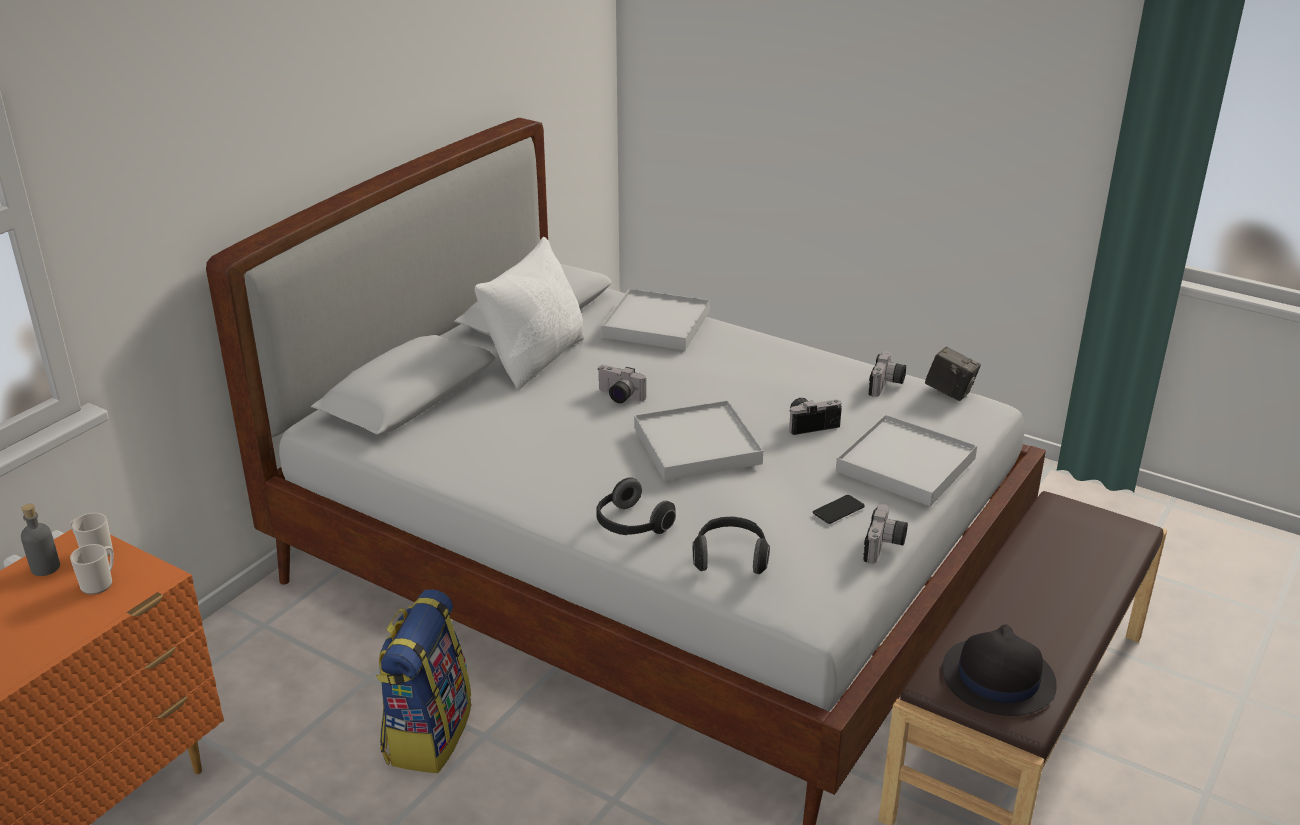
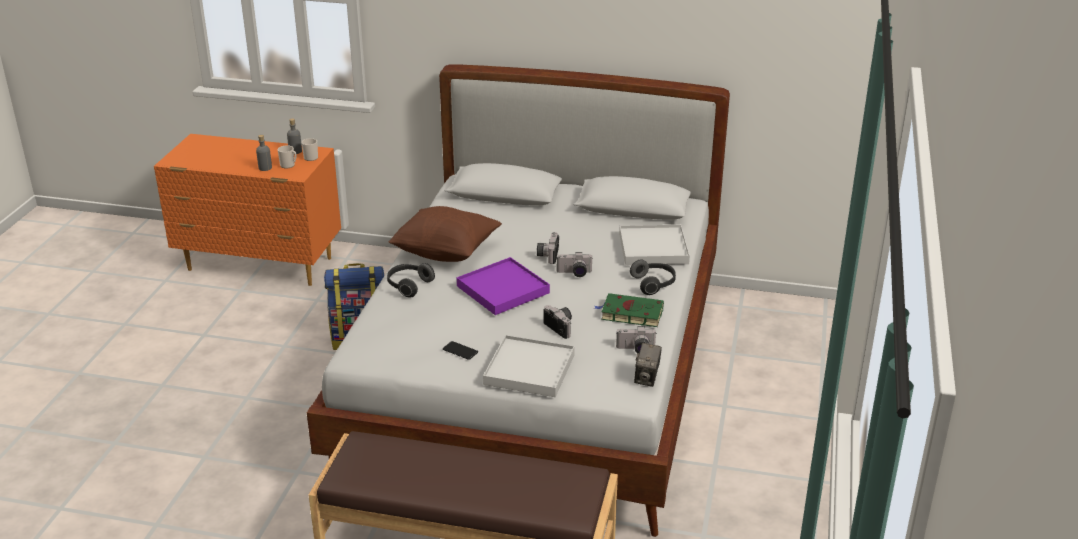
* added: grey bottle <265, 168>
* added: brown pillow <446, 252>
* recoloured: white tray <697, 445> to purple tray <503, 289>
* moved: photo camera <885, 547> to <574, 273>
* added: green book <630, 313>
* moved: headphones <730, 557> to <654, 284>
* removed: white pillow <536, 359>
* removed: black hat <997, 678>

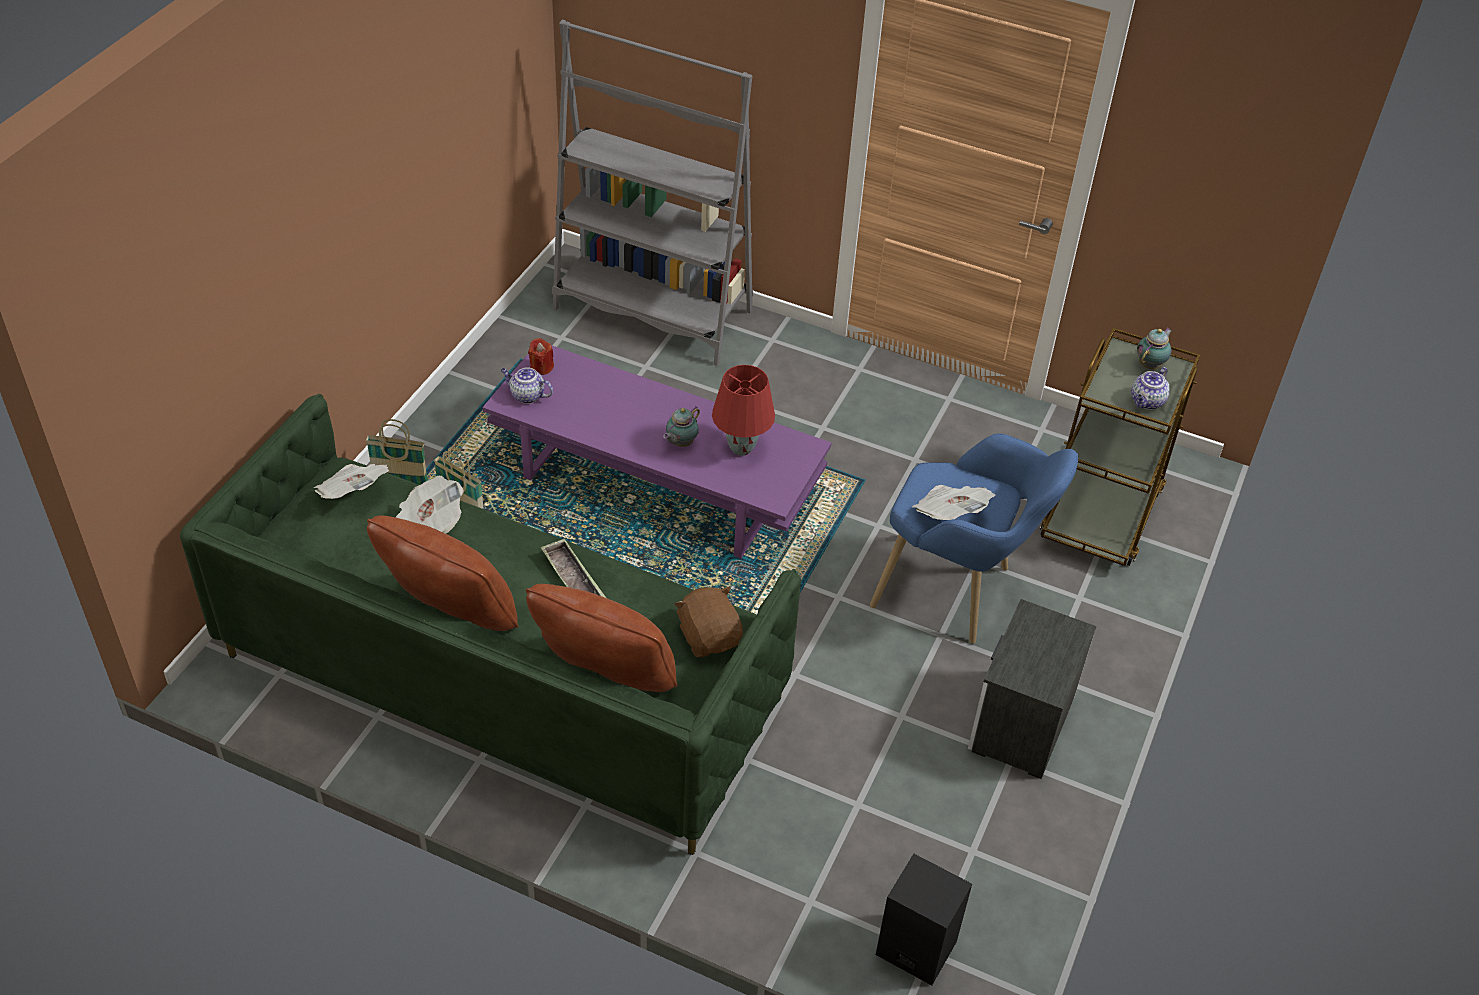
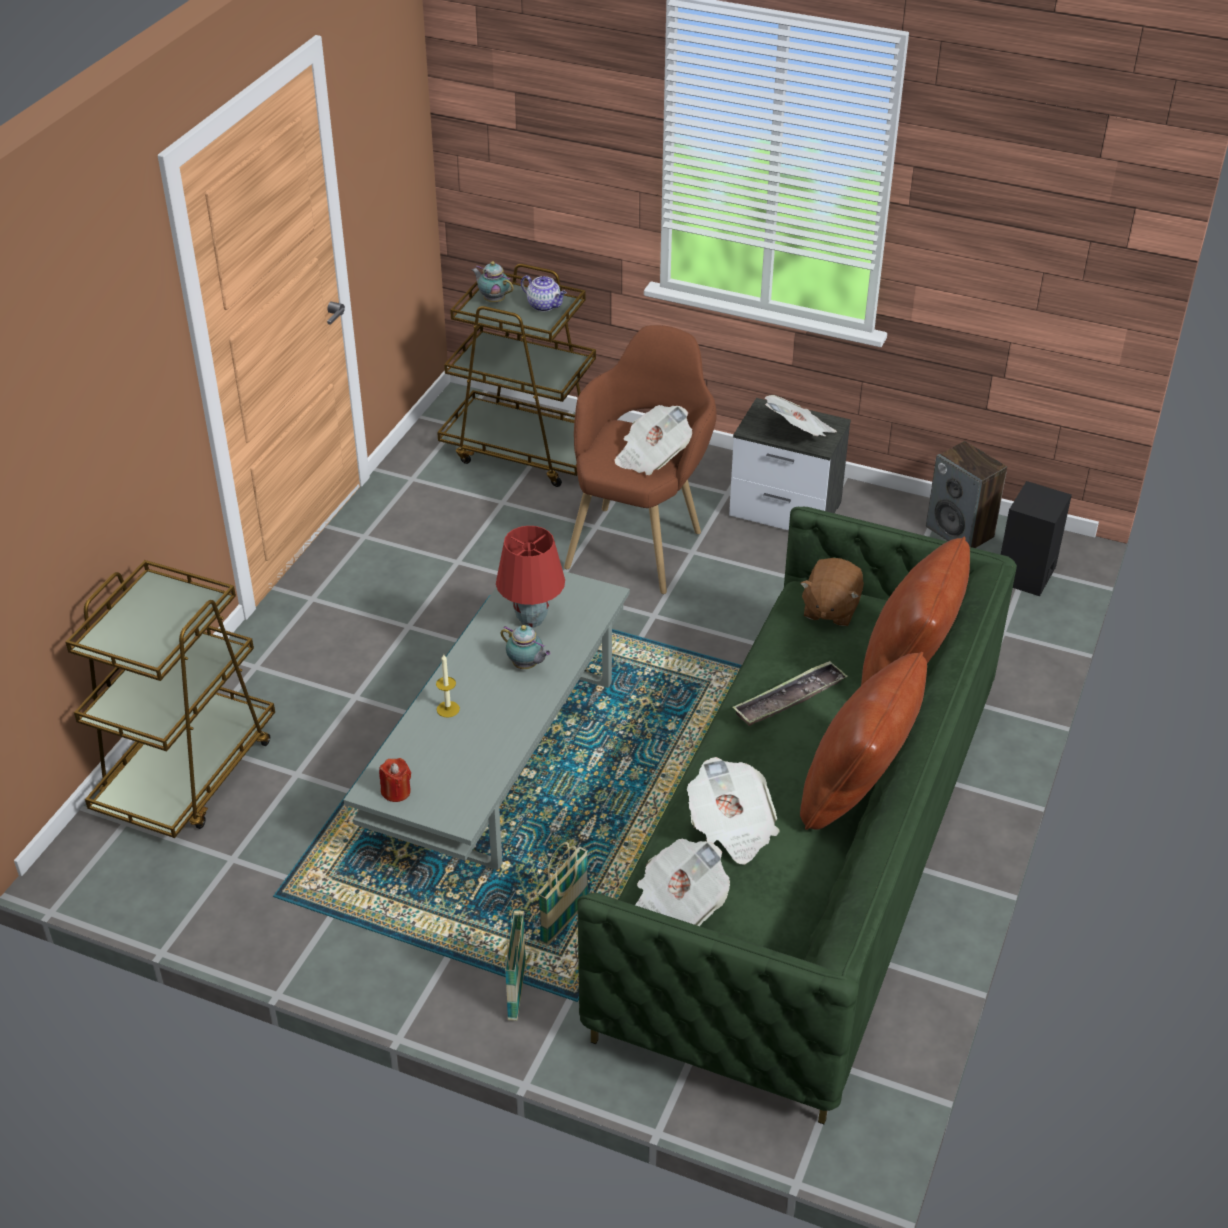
* replaced: grey bookcase <653, 310> to brown cart <188, 773>
* recoloured: purple coffee table <654, 482> to grey coffee table <499, 755>
* added: candle <448, 709>
* recoloured: blue armchair <958, 594> to brown armchair <640, 539>
* added: newspaper <799, 433>
* turned: brown plush toy <709, 637> = <830, 609> 45 degrees counterclockwise
* added: speaker <960, 532>
* removed: teapot <526, 395>

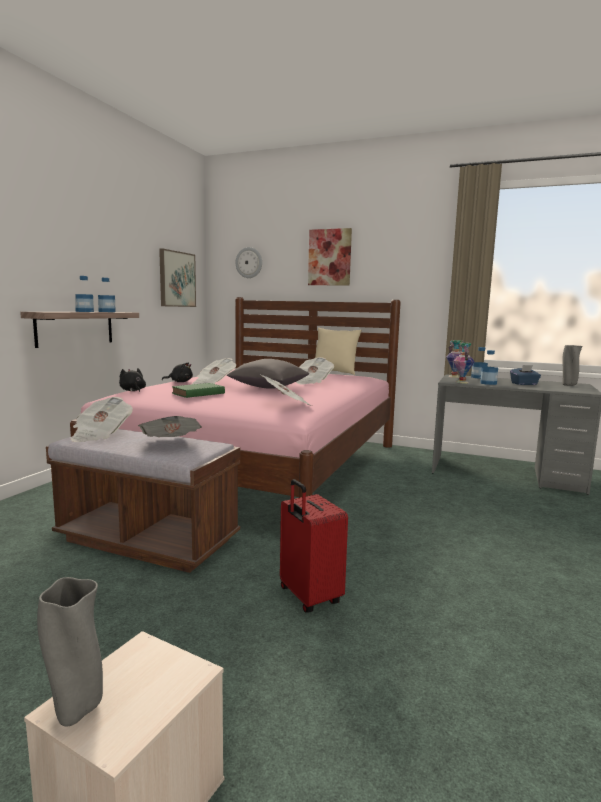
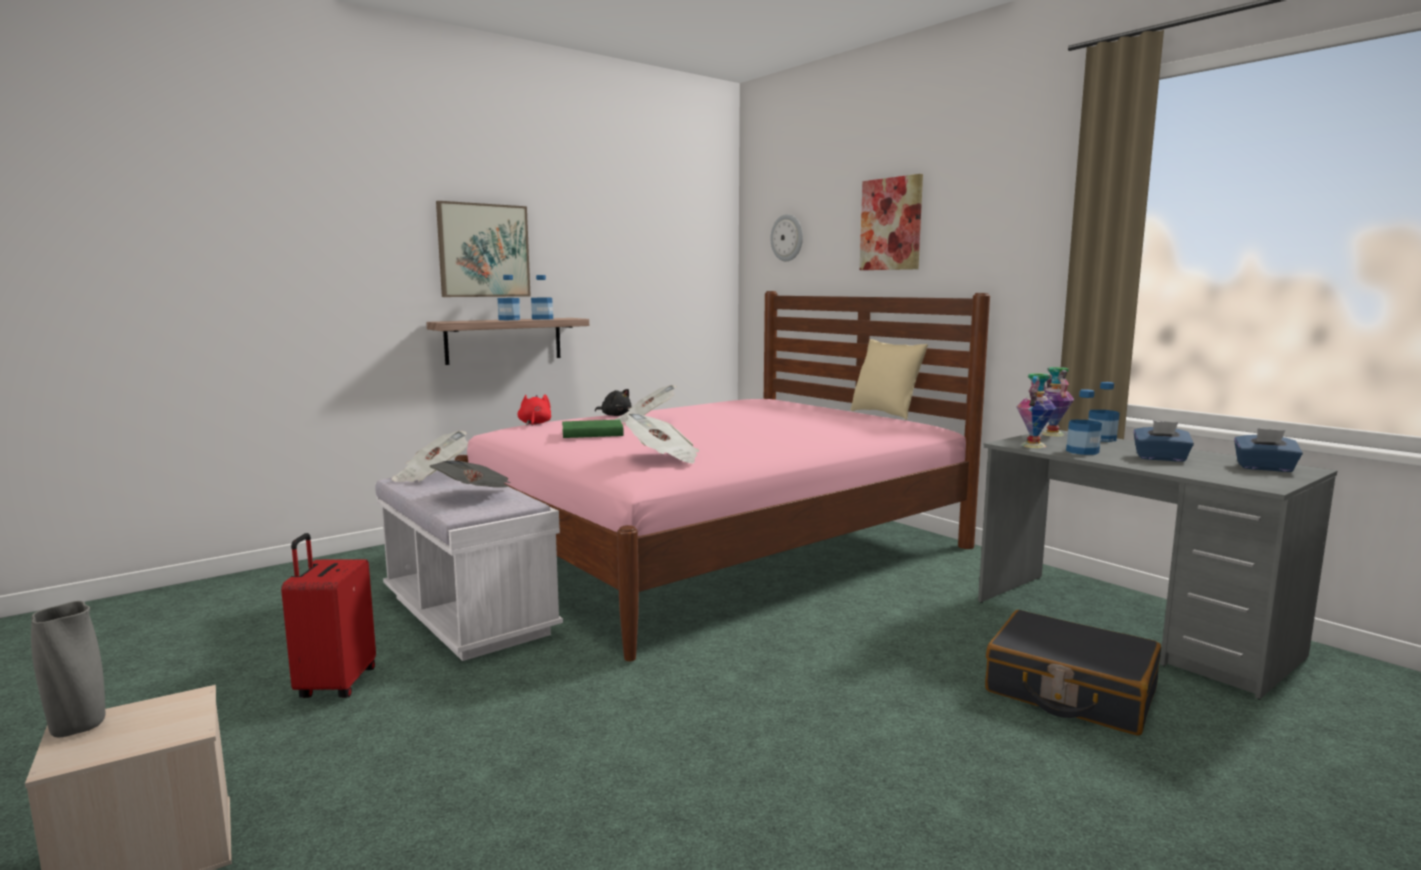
* moved: red suitcase <308, 597> to <335, 684>
* recoloured: brown bench <147, 541> to white bench <468, 615>
* moved: picture <177, 279> to <483, 250>
* recoloured: black plush toy <132, 390> to red plush toy <534, 424>
* added: black suitcase <1069, 691>
* replaced: grey vase <568, 385> to blue tissue box <1265, 468>
* removed: grey pillow <268, 387>
* removed: newspaper <312, 382>

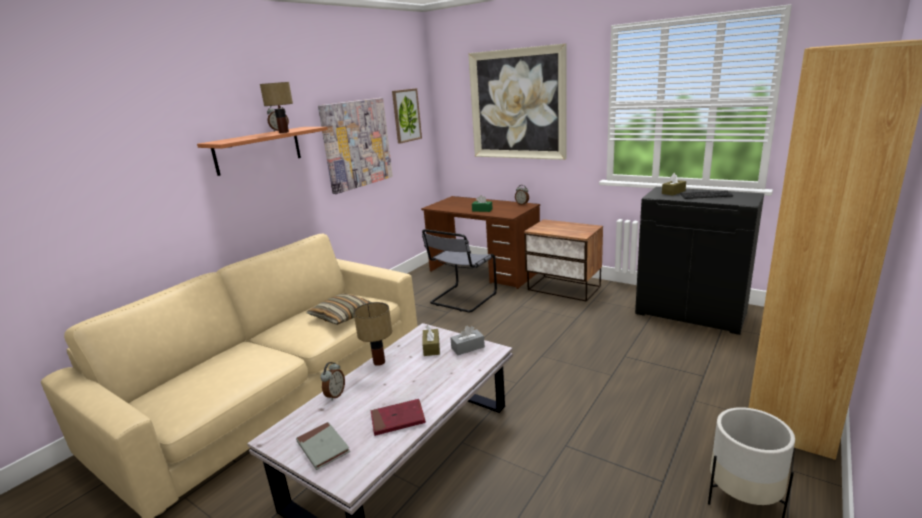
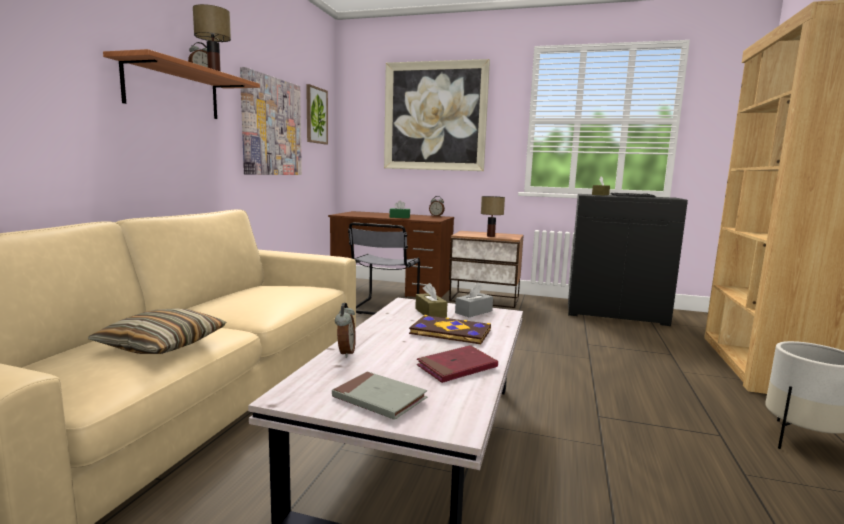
* moved: pillow <342, 315> to <162, 345>
* added: book <450, 332>
* moved: table lamp <380, 362> to <491, 236>

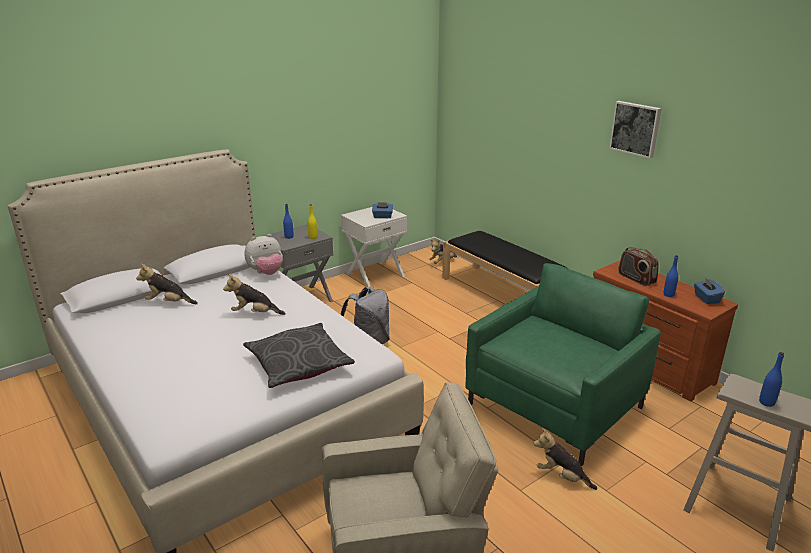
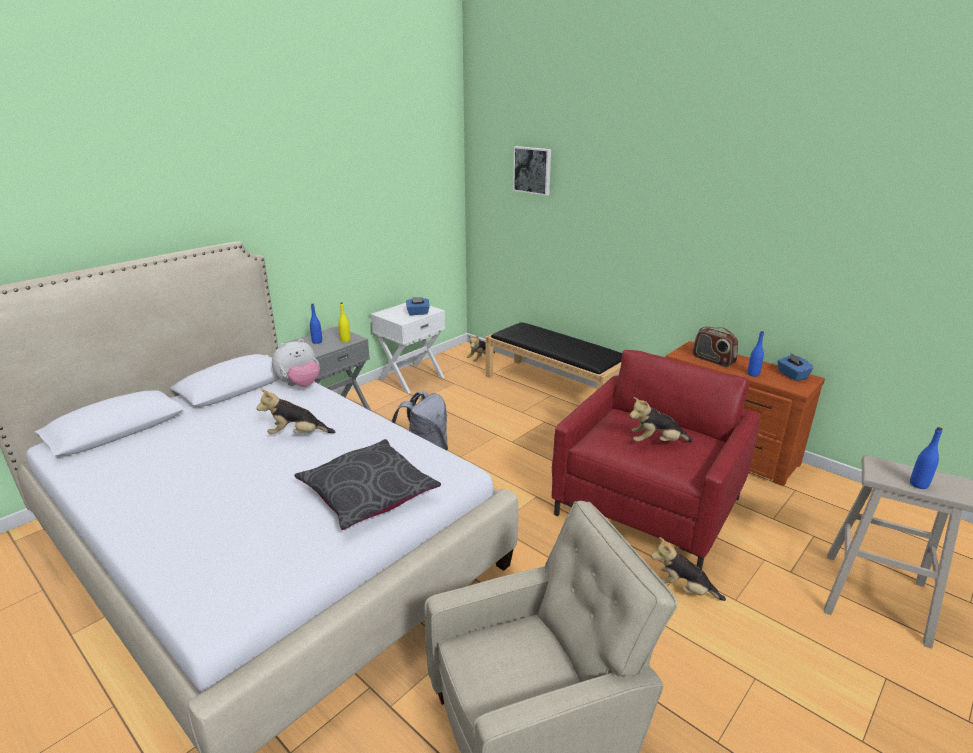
* moved: picture <636, 128> to <533, 170>
* recoloured: green armchair <555, 406> to red armchair <648, 506>
* moved: plush toy <168, 303> to <656, 443>

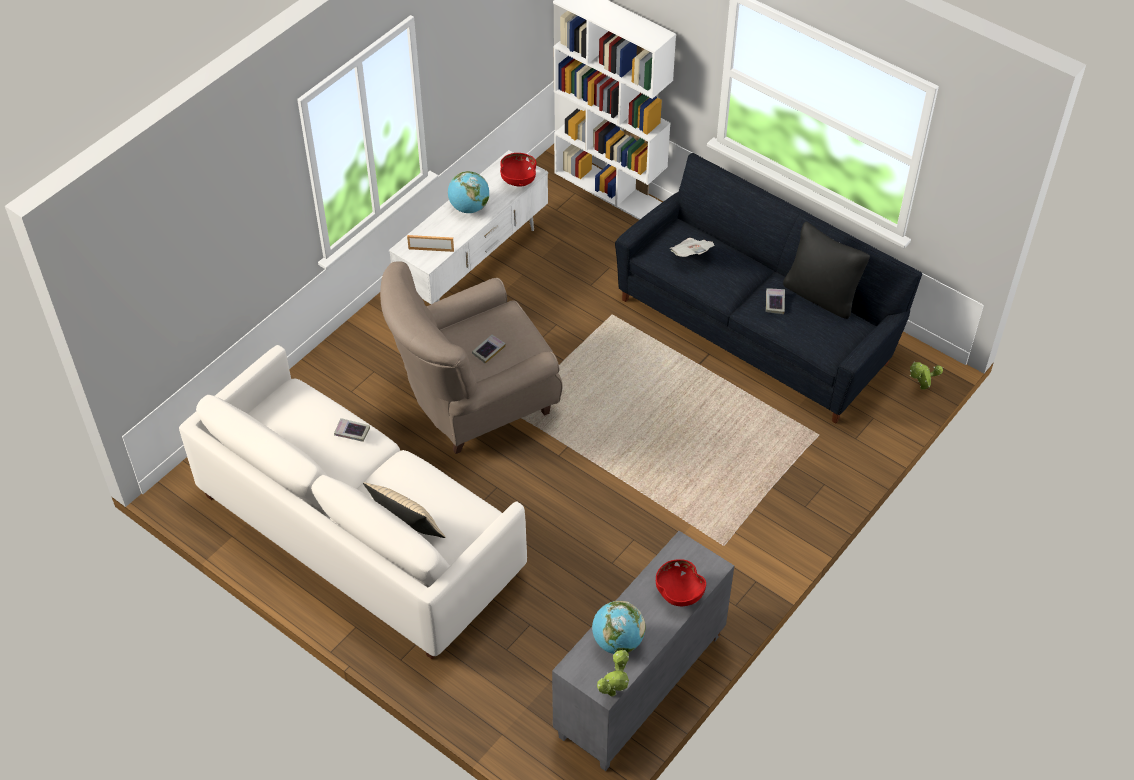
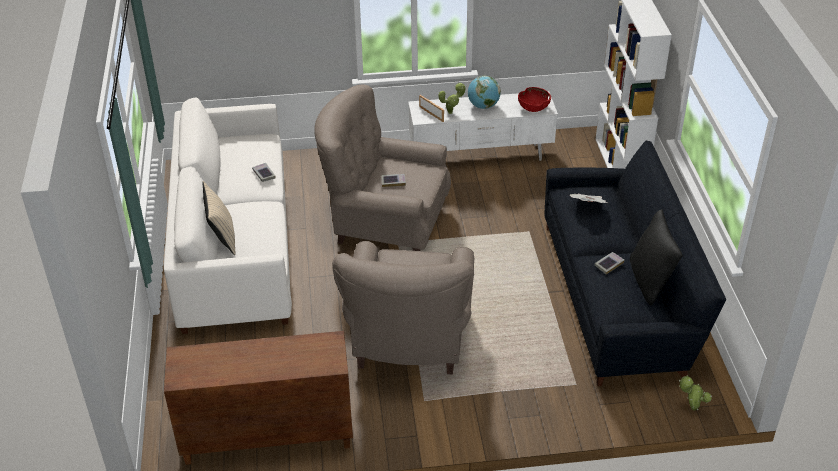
* recoloured: grey cabinet <640, 688> to brown cabinet <266, 437>
* added: beige armchair <409, 341>
* moved: potted plant <613, 691> to <452, 112>
* removed: globe <617, 641>
* removed: red bowl <678, 592>

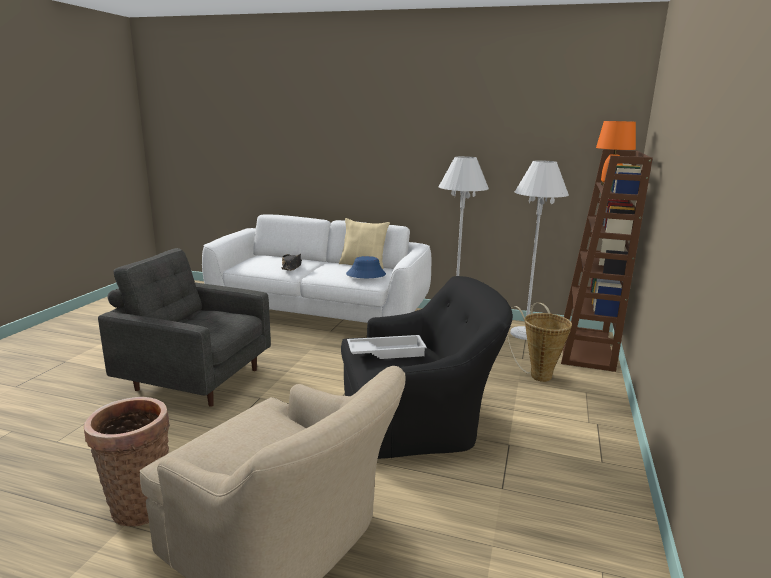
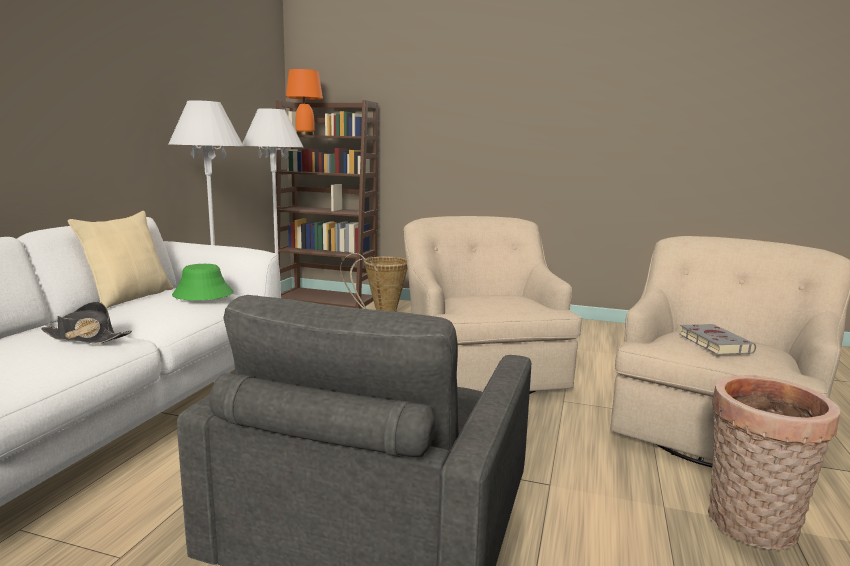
* recoloured: blue hat <366, 274> to green hat <202, 294>
* recoloured: black armchair <419, 421> to beige armchair <482, 368>
* added: grey book <713, 343>
* removed: white tray <386, 352>

